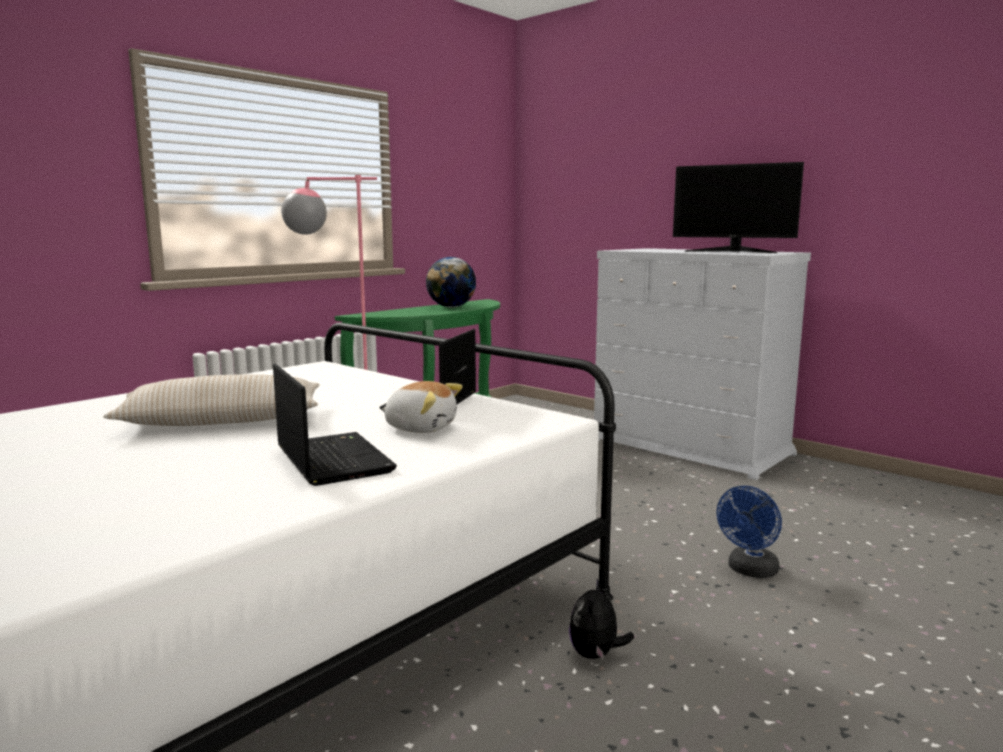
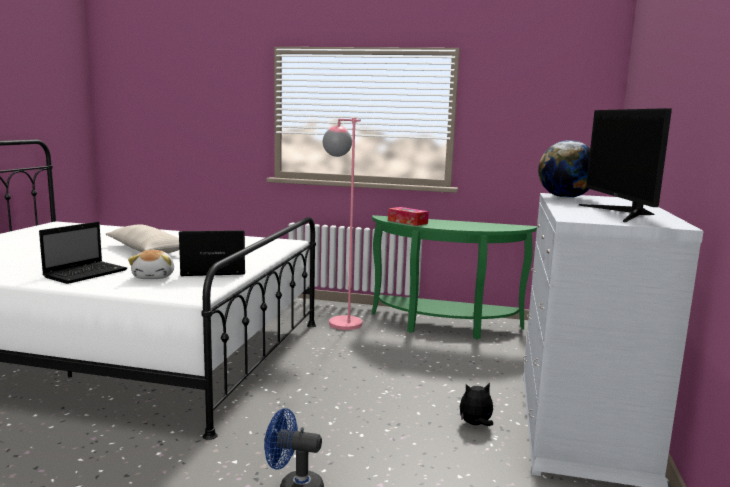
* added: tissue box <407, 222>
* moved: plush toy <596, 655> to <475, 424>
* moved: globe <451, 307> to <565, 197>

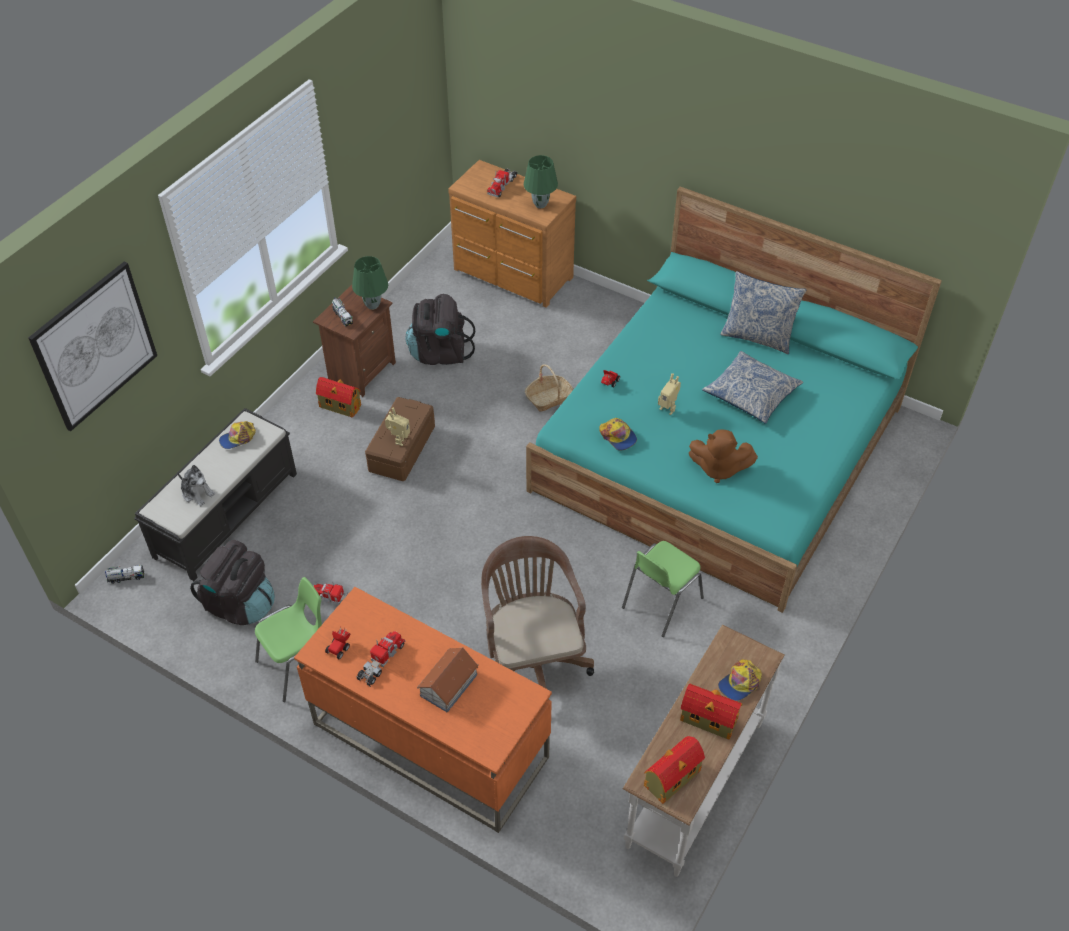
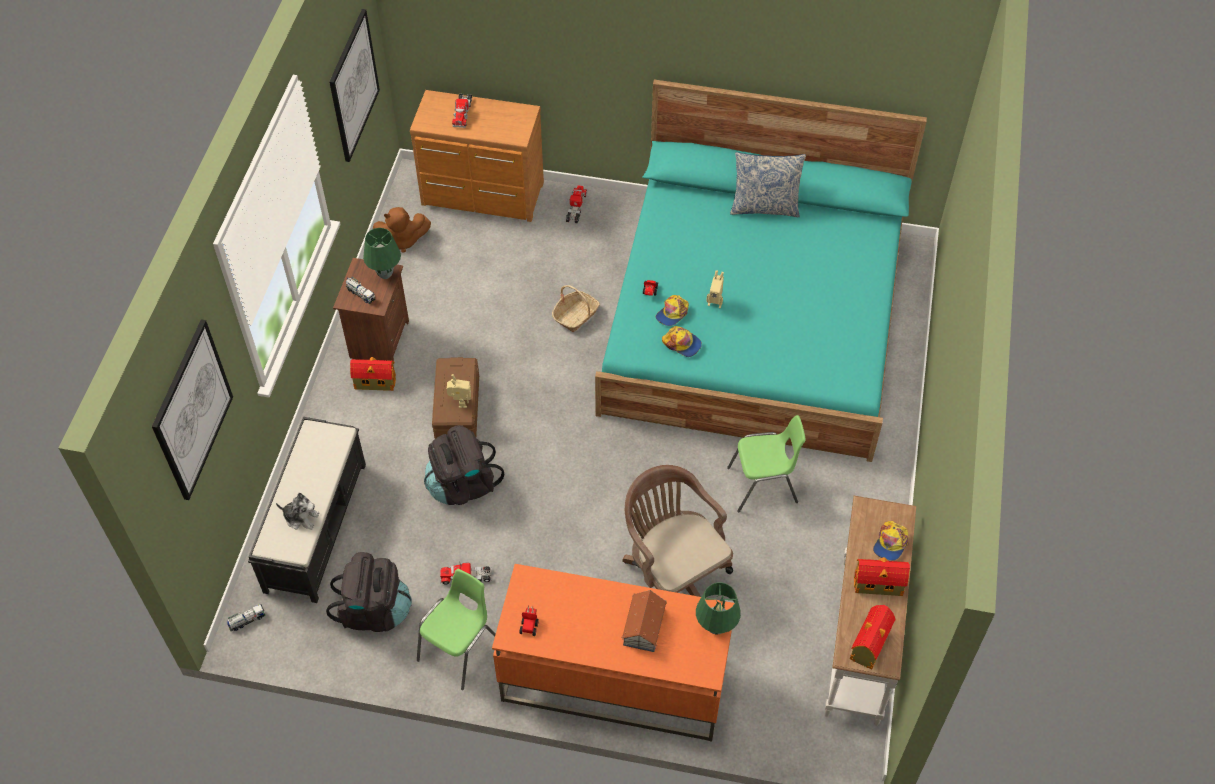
* added: picture <353, 85>
* moved: brown plush toy <718, 468> to <402, 240>
* moved: black backpack <440, 353> to <462, 485>
* moved: toy truck <381, 661> to <576, 207>
* moved: cap <238, 438> to <672, 313>
* moved: green table lamp <540, 204> to <716, 627>
* turned: green chair <661, 603> = <763, 486> 120 degrees counterclockwise
* removed: pillow <751, 394>

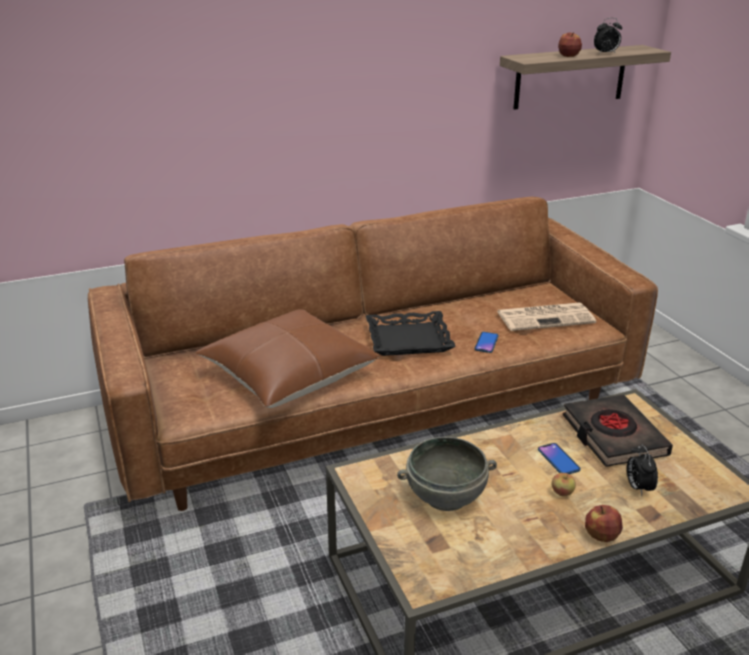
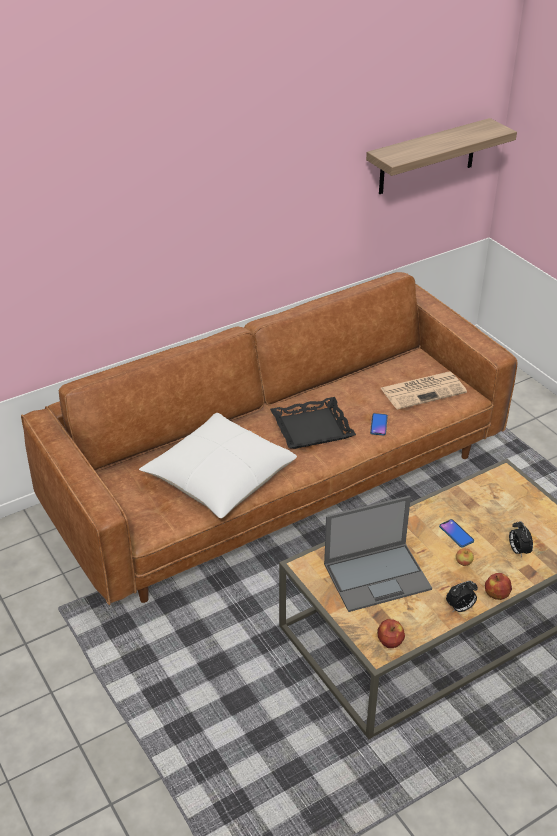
* recoloured: brown pillow <287, 374> to white pillow <219, 478>
* replaced: grey bowl <445, 495> to laptop <378, 576>
* moved: apple <568, 56> to <390, 641>
* moved: alarm clock <606, 53> to <460, 608>
* removed: black book <613, 436>

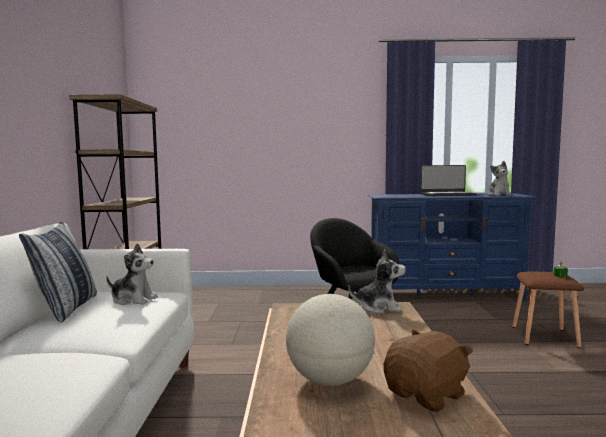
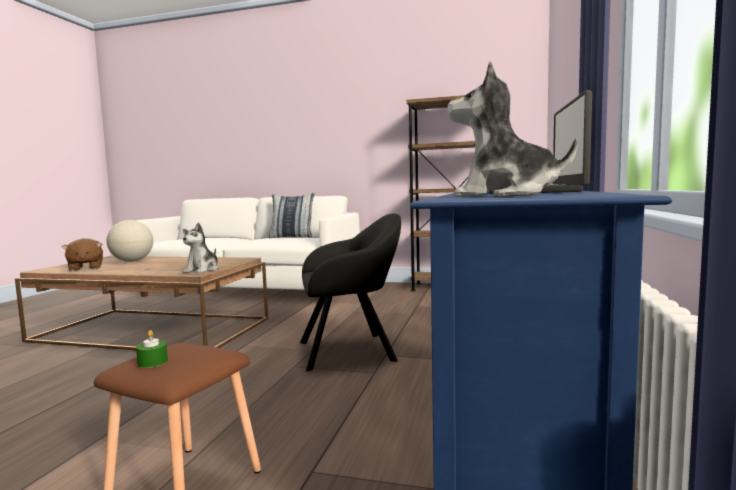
* removed: plush toy <133, 300>

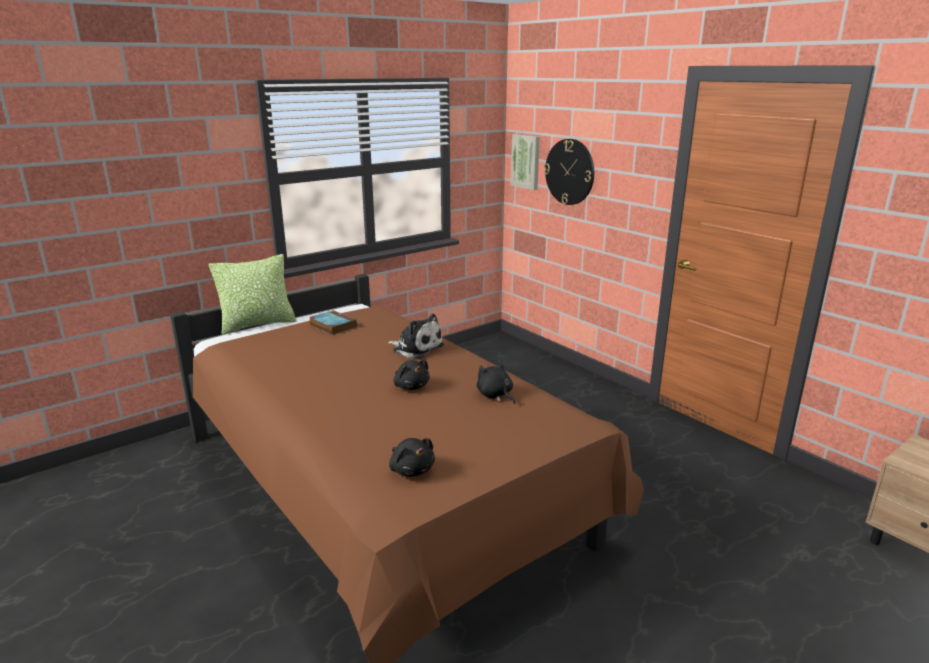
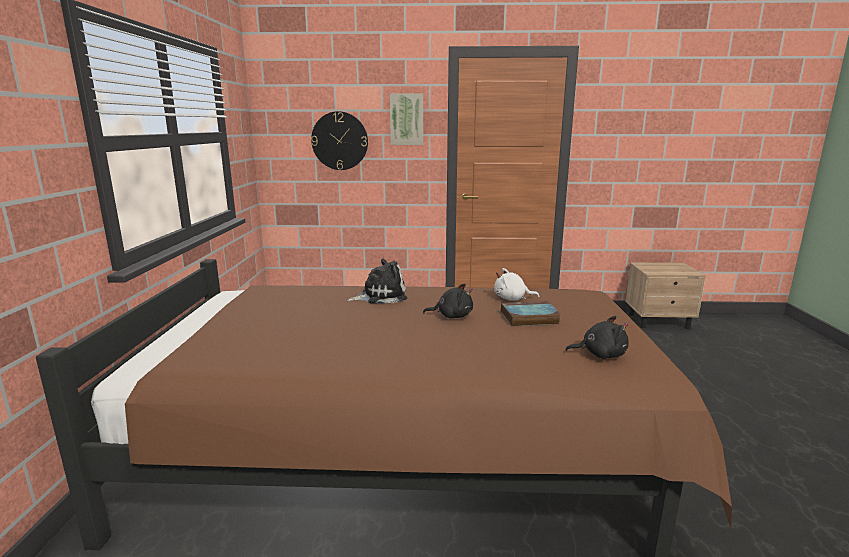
* moved: picture <526, 161> to <406, 119>
* recoloured: black plush toy <495, 395> to white plush toy <512, 299>
* moved: book <332, 326> to <528, 318>
* removed: pillow <257, 324>

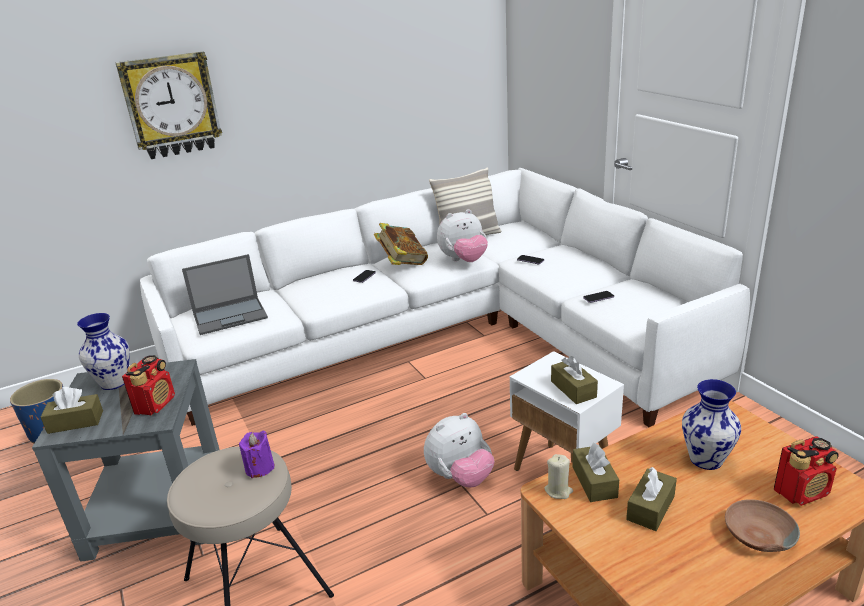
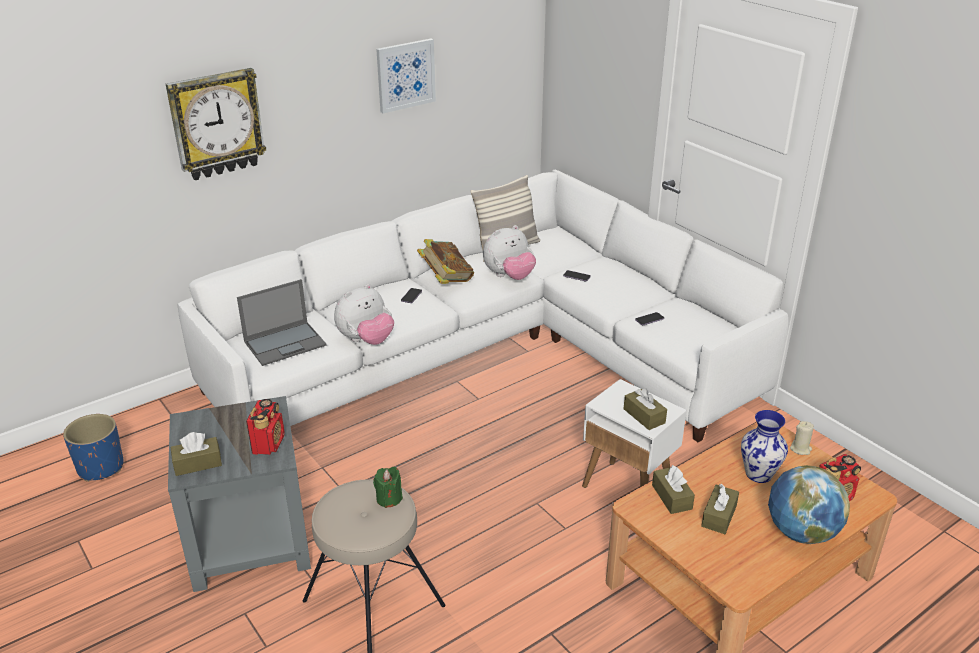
* moved: plush toy <460, 477> to <366, 340>
* recoloured: purple candle <259, 468> to green candle <389, 499>
* added: picture <405, 75>
* replaced: brown bowl <757, 534> to globe <801, 532>
* moved: beige candle <558, 491> to <800, 449>
* removed: vase <113, 382>

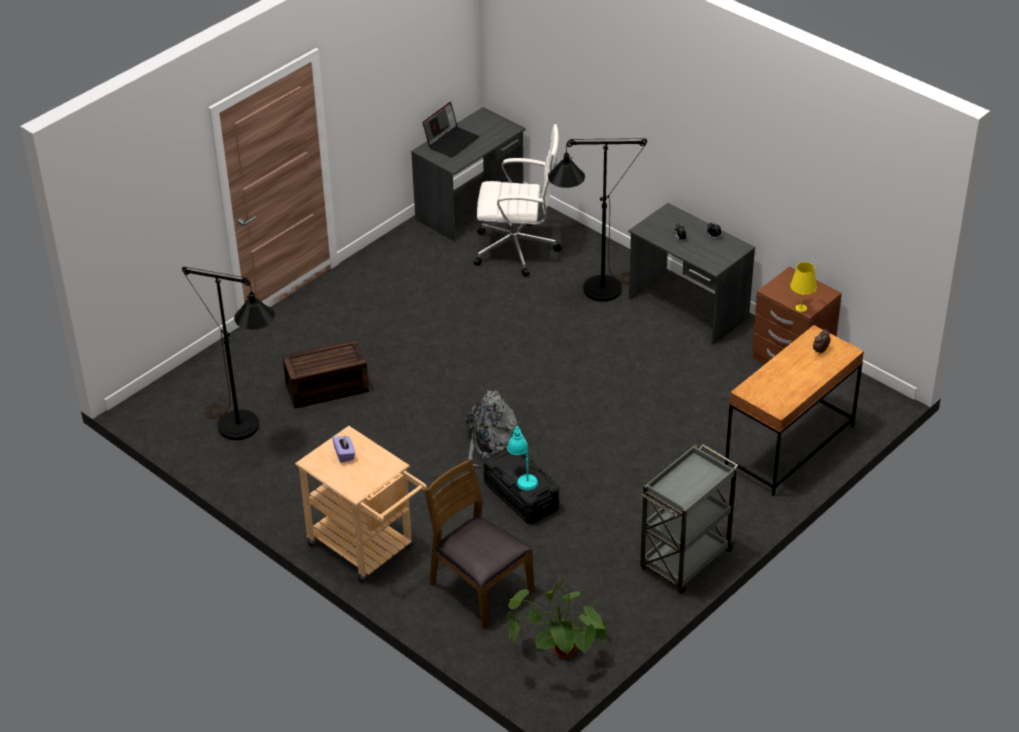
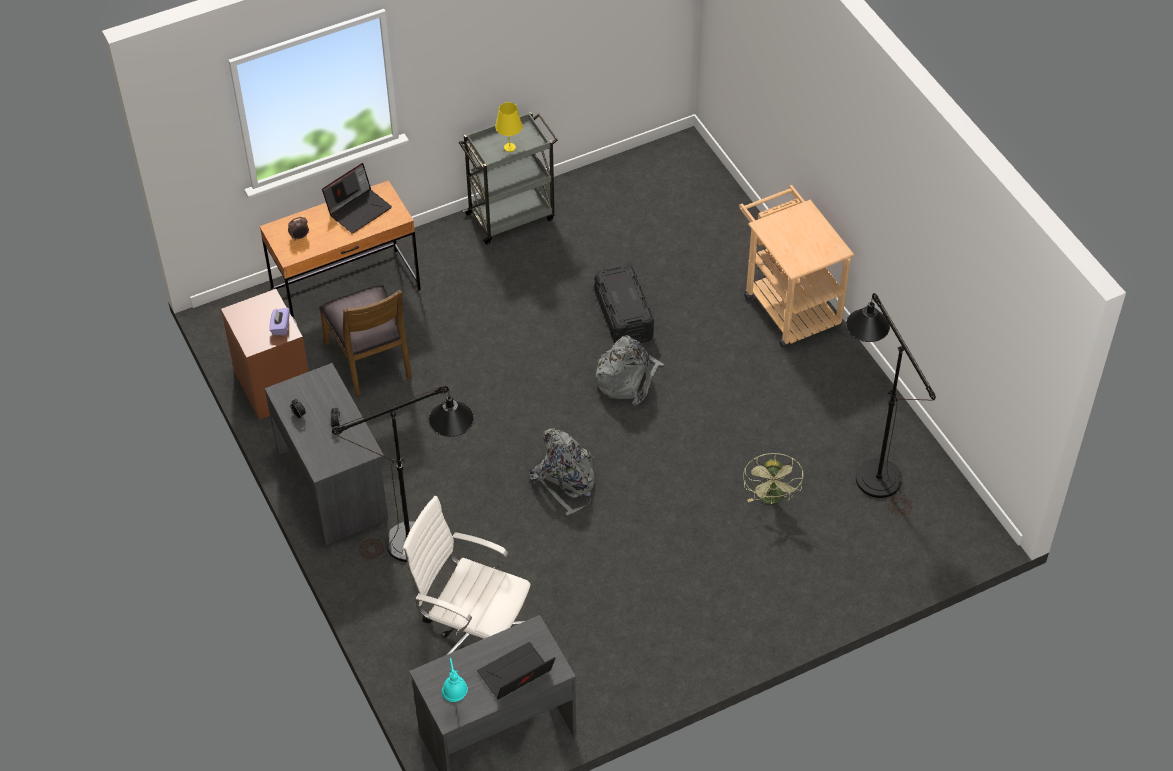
* moved: purple tissue box <344, 454> to <280, 327>
* moved: brown chair <479, 588> to <370, 359>
* added: laptop <359, 209>
* moved: turquoise table lamp <522, 477> to <456, 700>
* moved: yellow table lamp <801, 308> to <509, 147>
* added: grey backpack <566, 481>
* replaced: brown storage box <326, 389> to green fan <771, 499>
* removed: potted plant <558, 658>

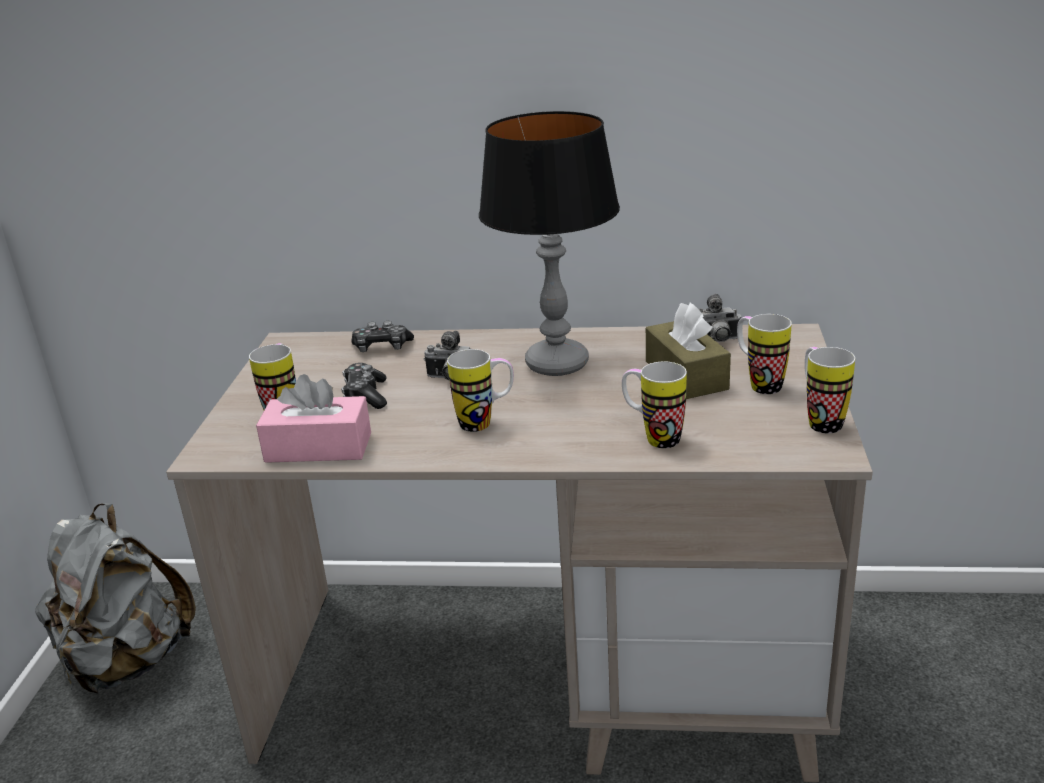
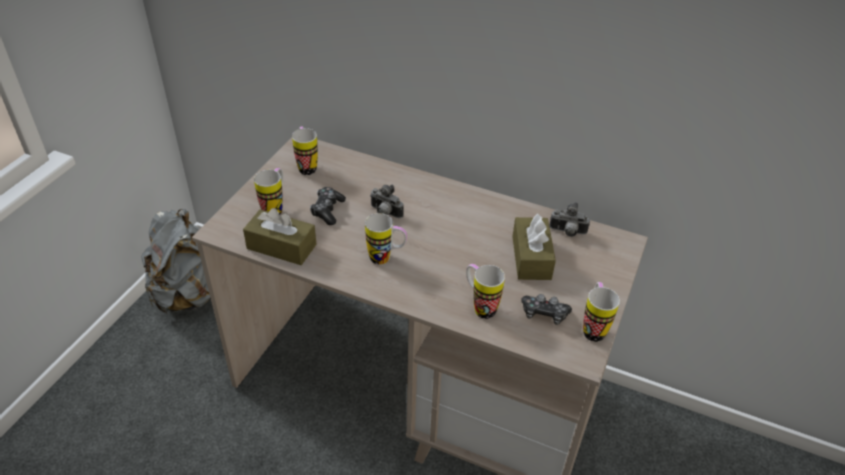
* recoloured: pink tissue box <318, 447> to brown tissue box <281, 246>
* moved: mug <758, 383> to <306, 166>
* moved: game controller <382, 348> to <544, 314>
* removed: table lamp <557, 363>

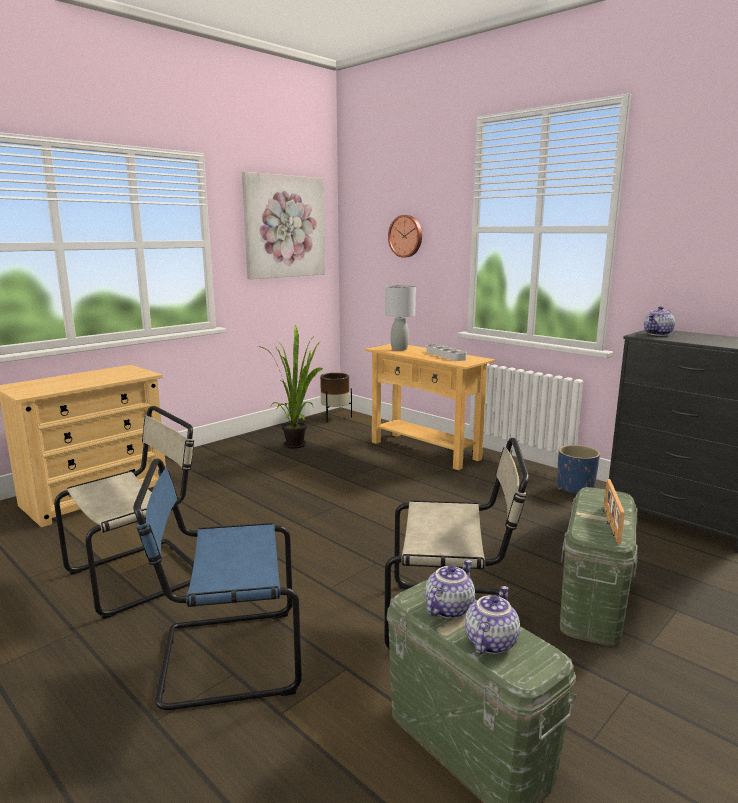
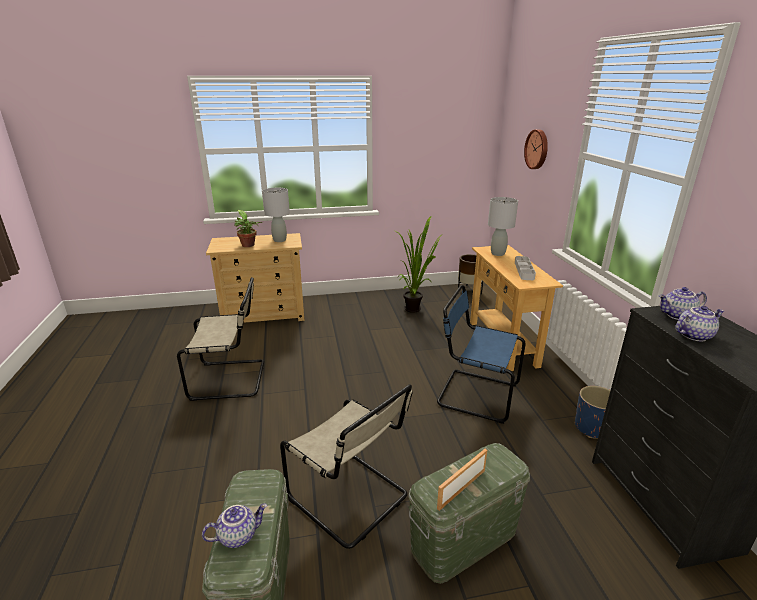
* added: potted plant <249, 245>
* added: grey table lamp <280, 240>
* moved: blue chair <224, 658> to <474, 394>
* moved: teapot <448, 608> to <693, 335>
* removed: picture <284, 227>

